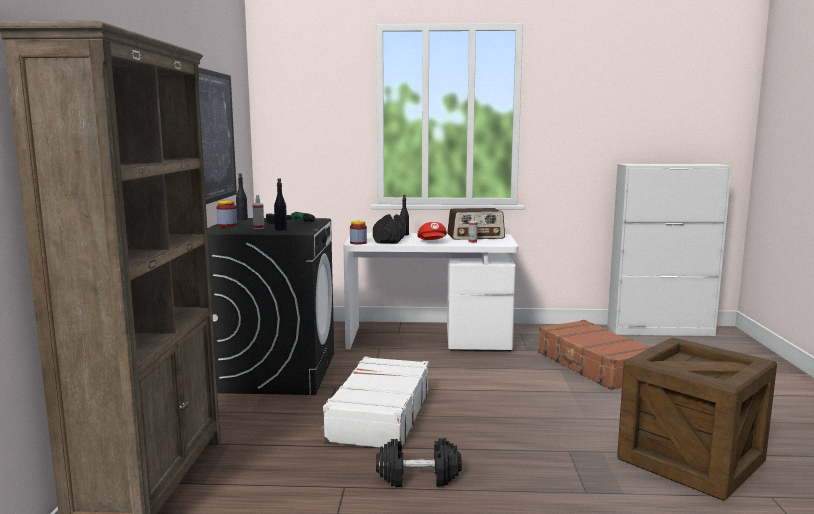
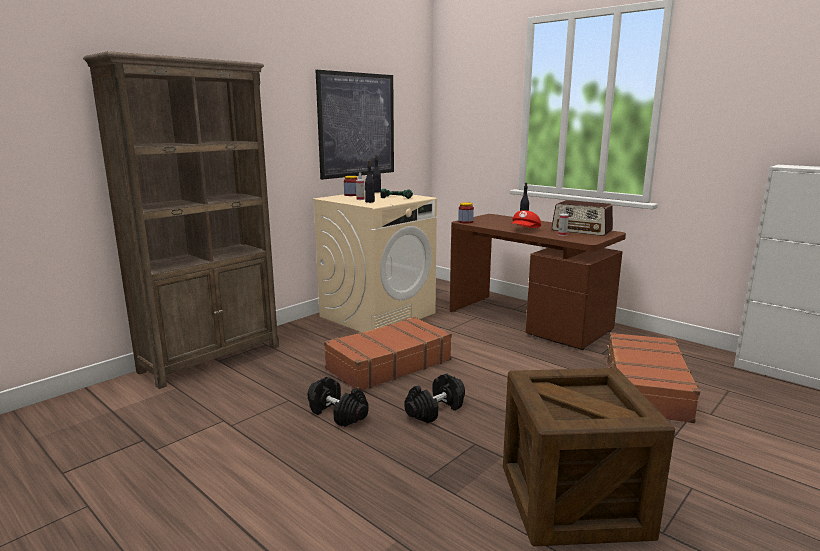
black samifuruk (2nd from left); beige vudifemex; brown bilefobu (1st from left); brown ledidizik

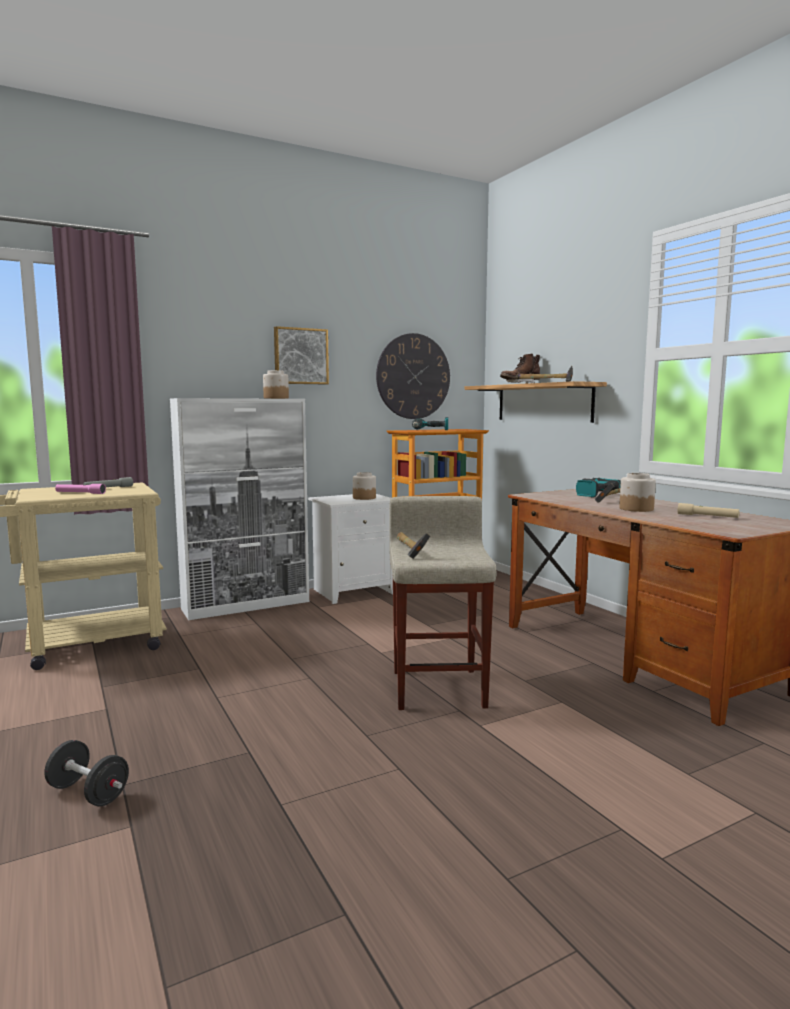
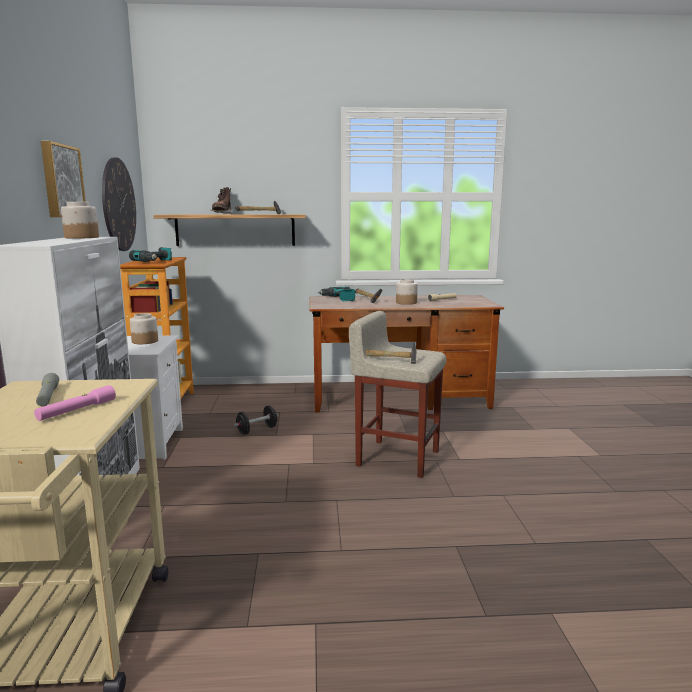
black samifuruk

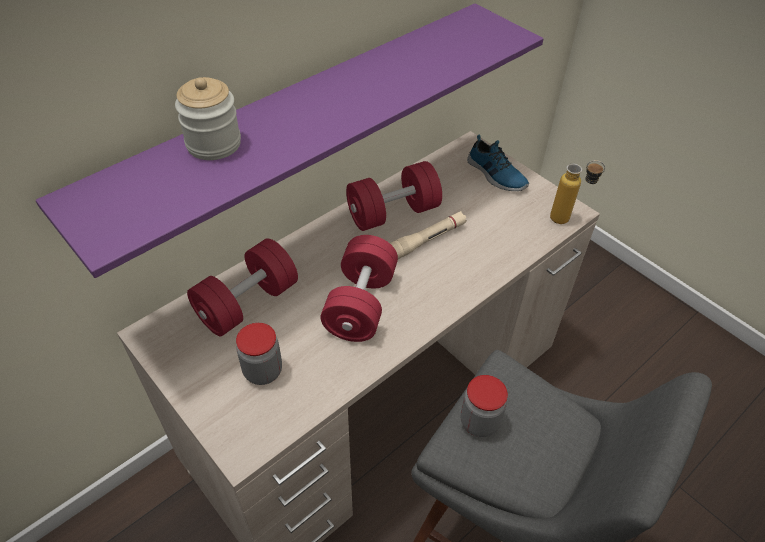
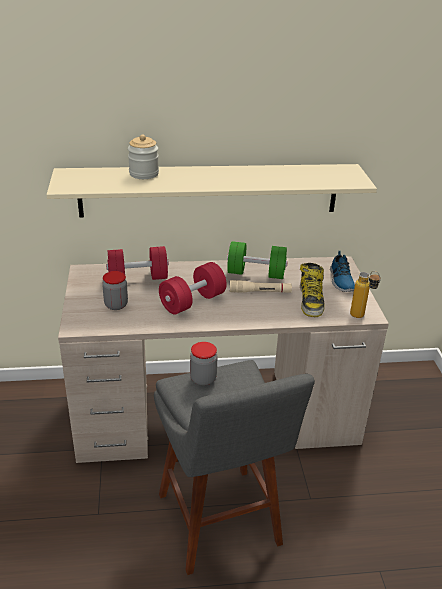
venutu; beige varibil; green samifuruk

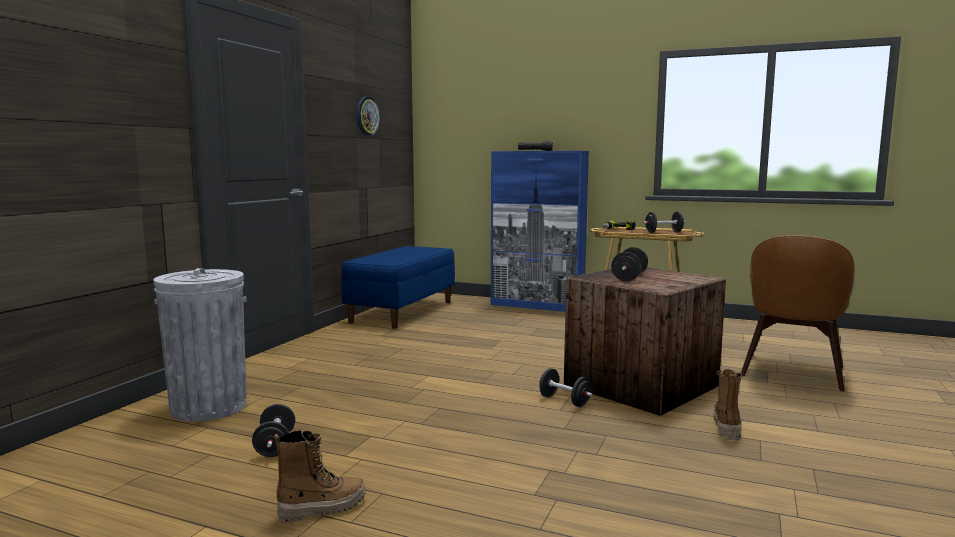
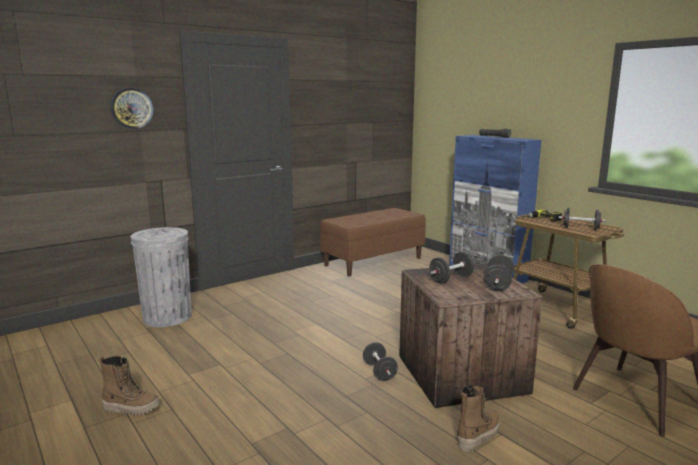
black samifuruk (3rd from left); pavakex; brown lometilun

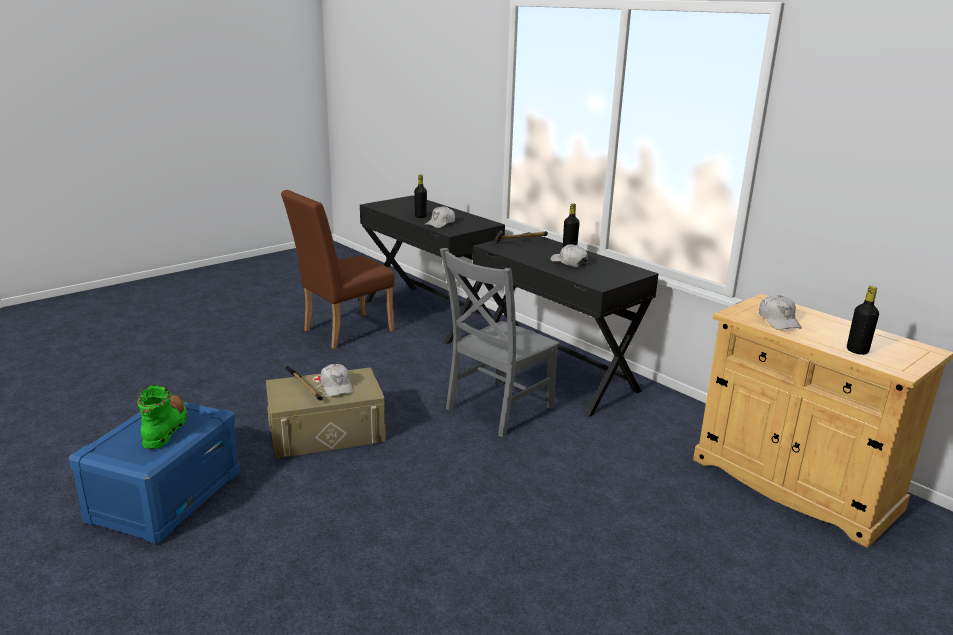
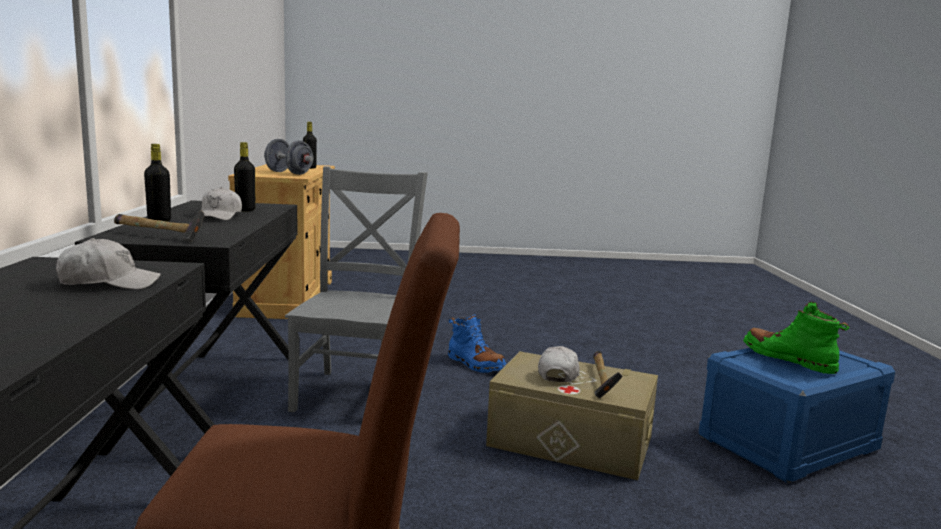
blue venutu; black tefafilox (2nd from left); grey samifuruk; green venutu; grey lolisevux

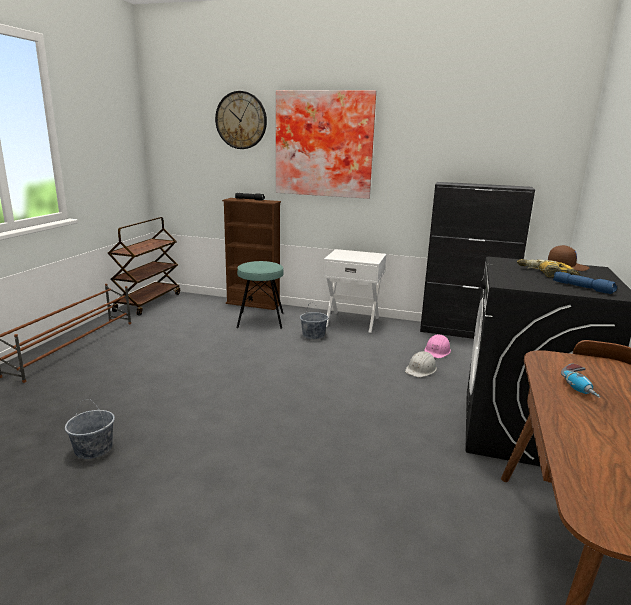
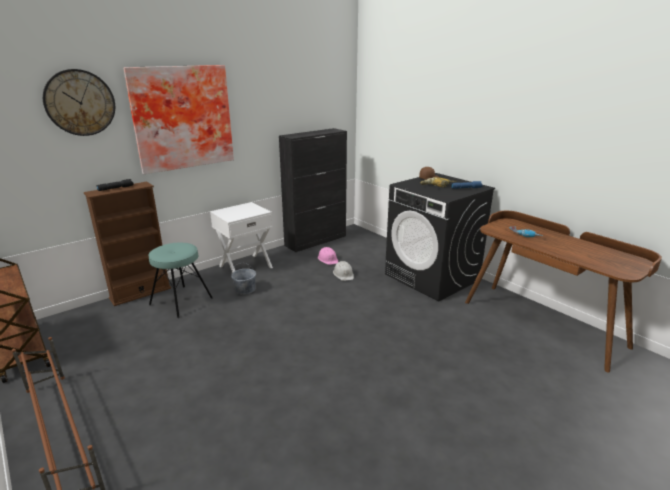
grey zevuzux (1st from left in the first image)

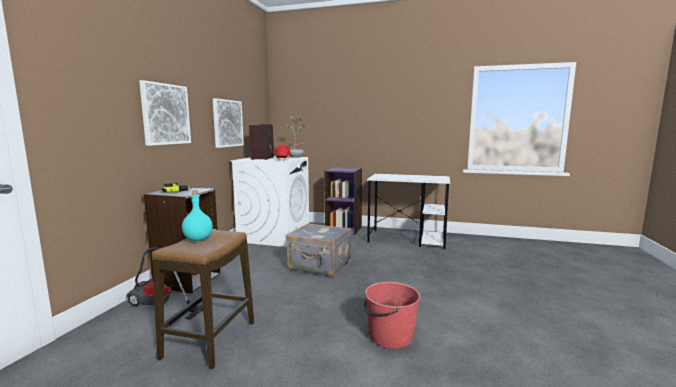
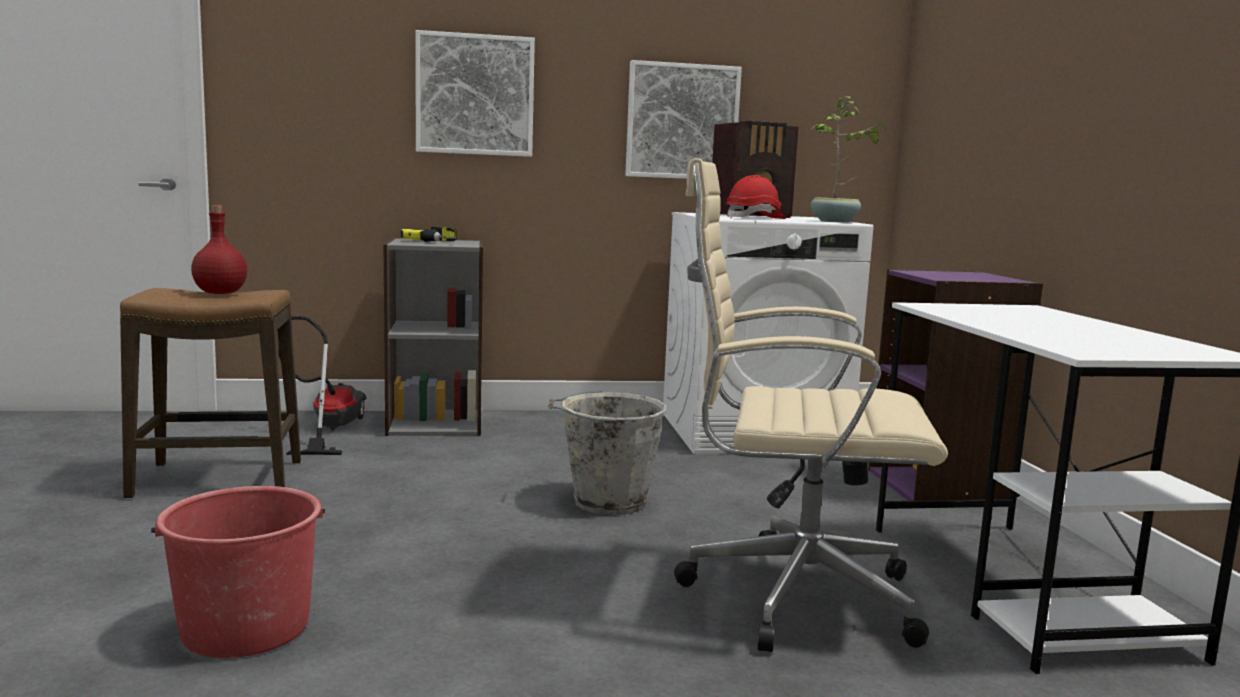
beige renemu; grey zevuzux; red tefafilox

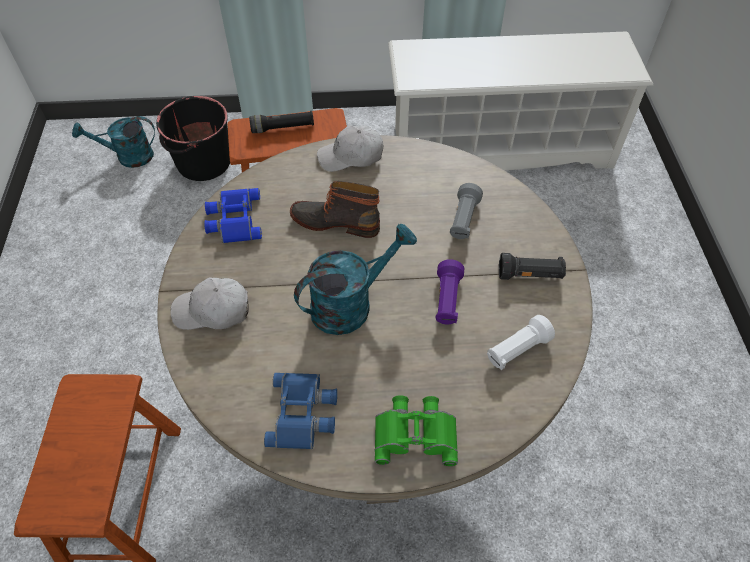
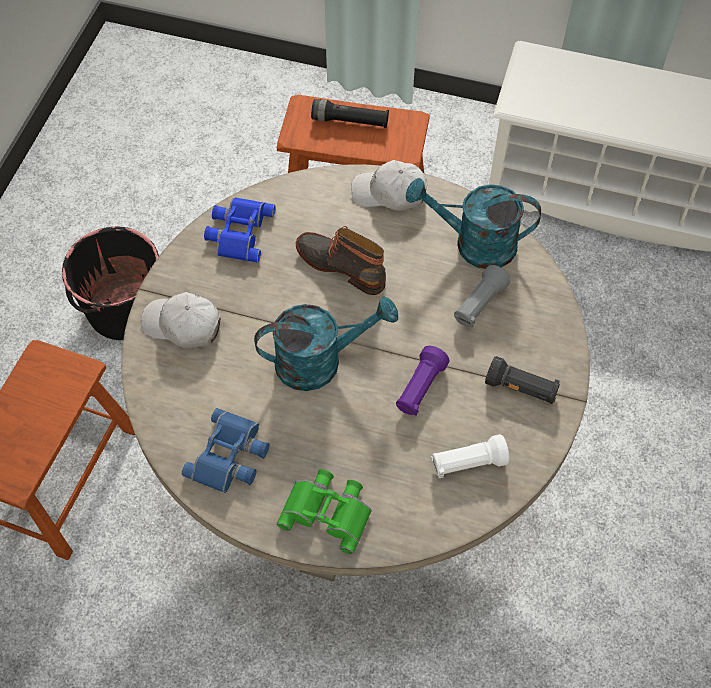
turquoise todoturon (2nd from left); black zevuzux

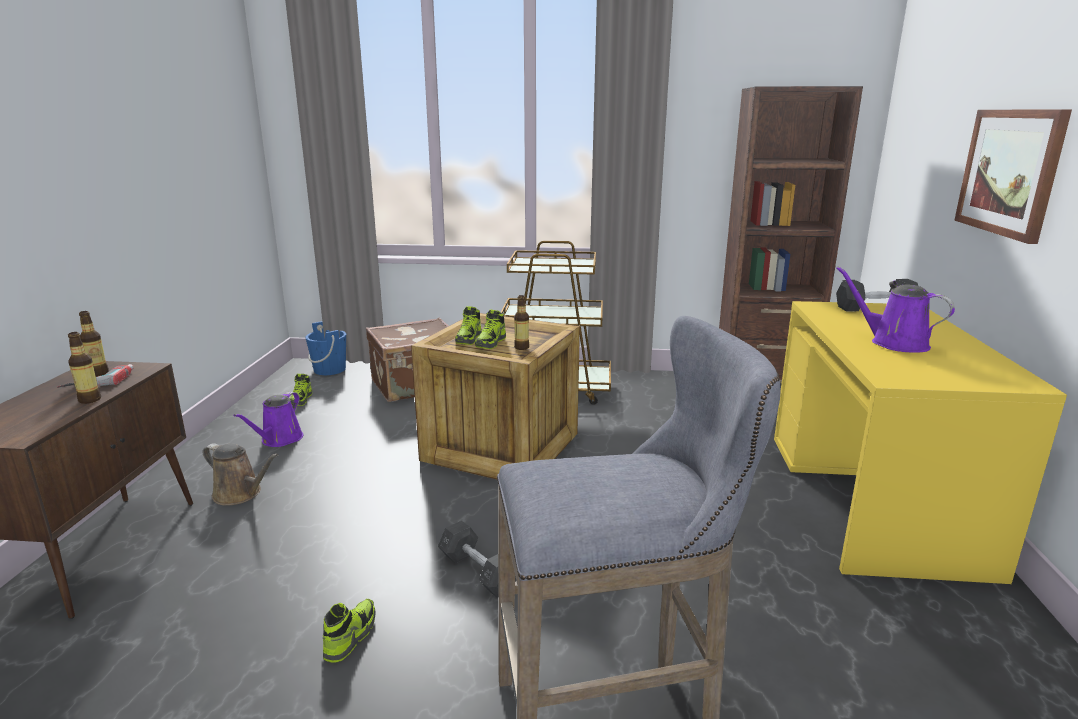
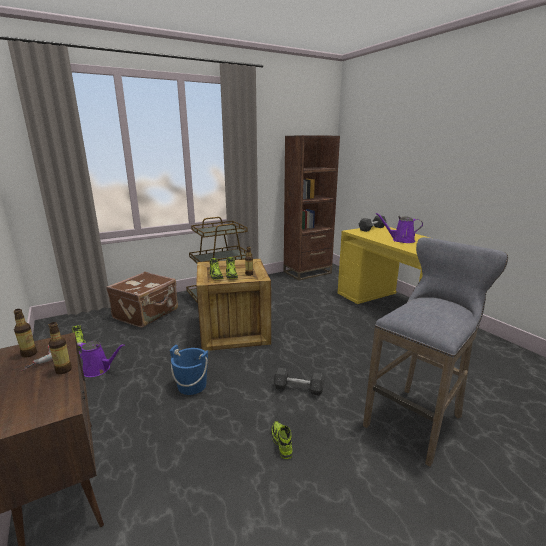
brown todoturon; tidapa; blue zevuzux; purple todoturon (1st from left)

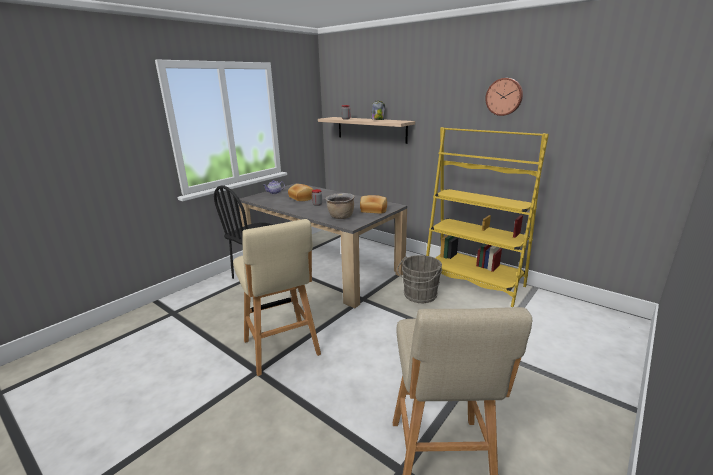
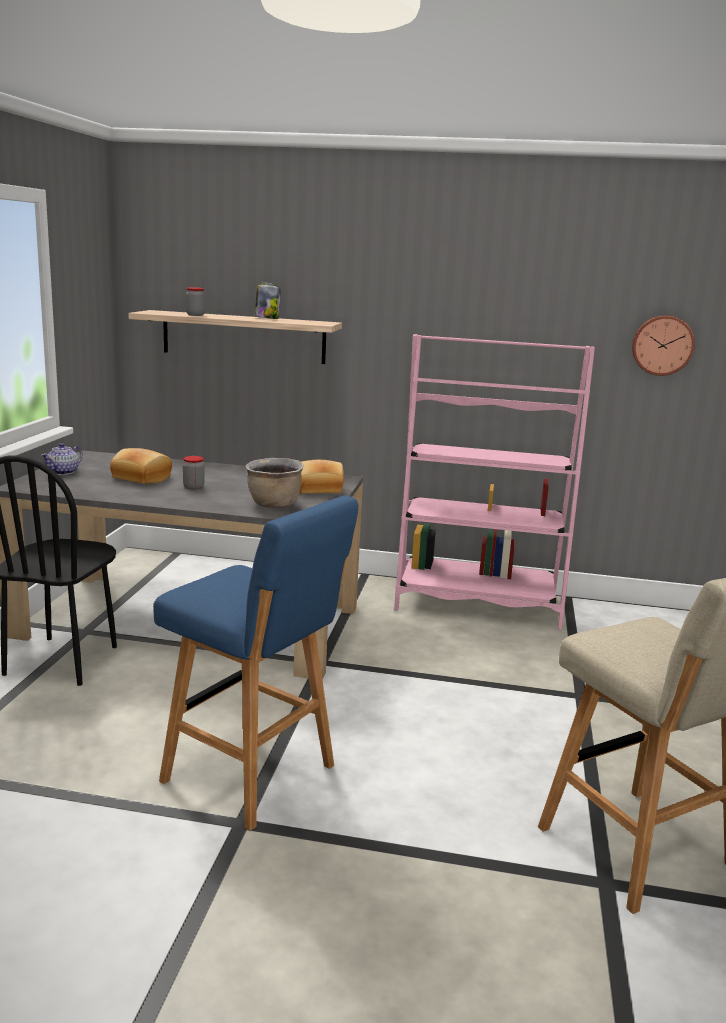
grey zevuzux; pavakex; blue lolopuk; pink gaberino

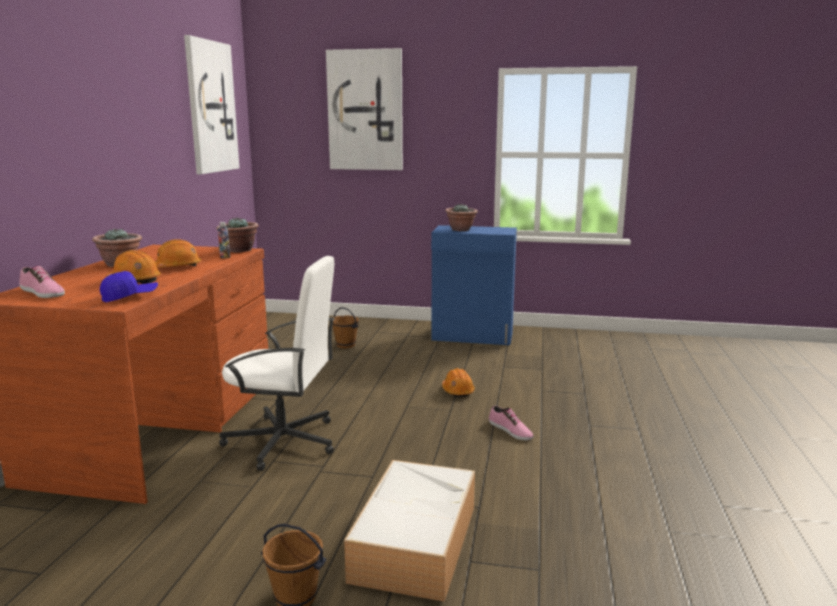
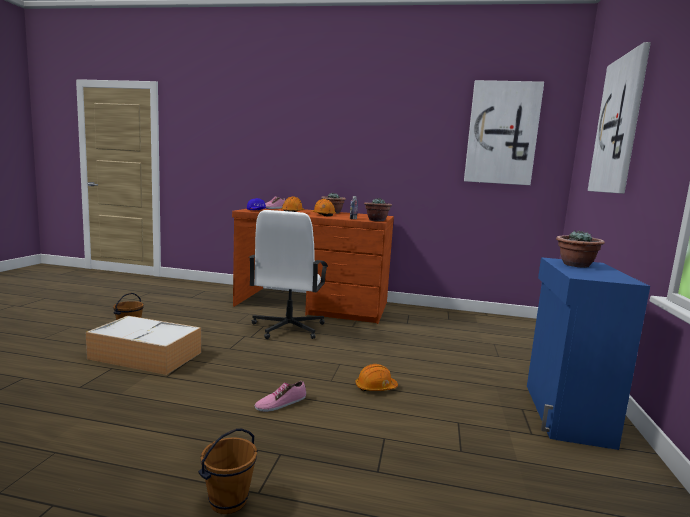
brown zevuzux (2nd from left)

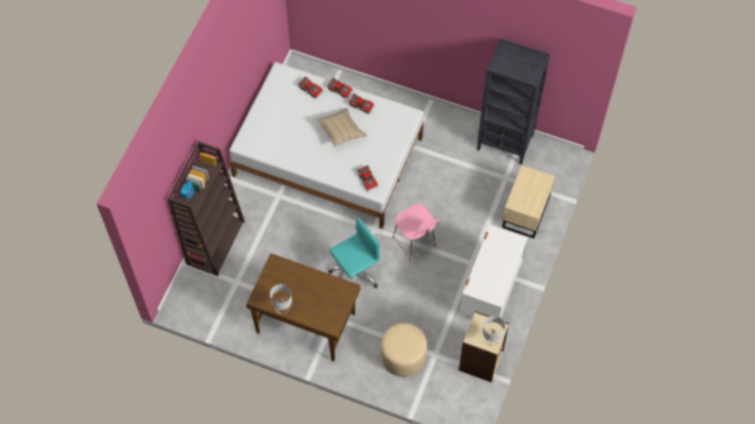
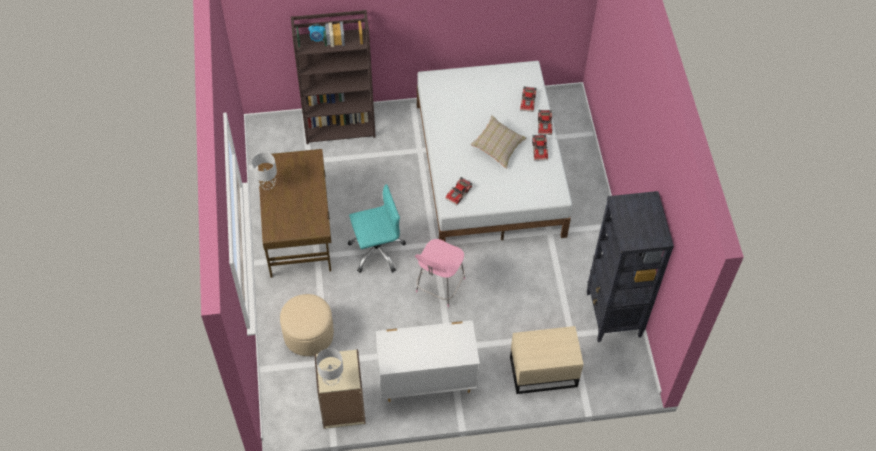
turquoise renemu

